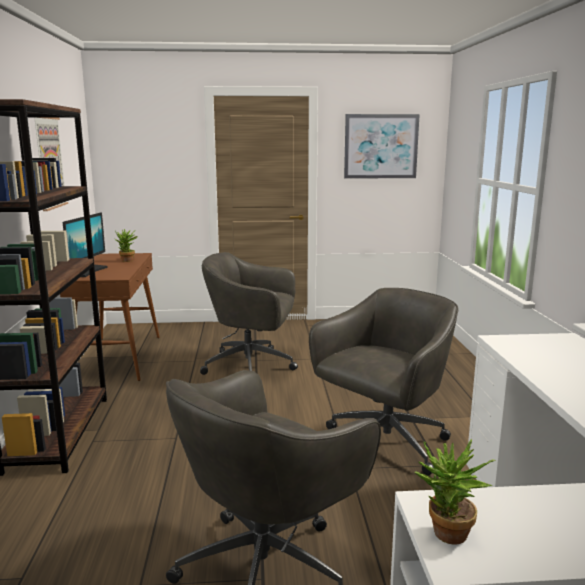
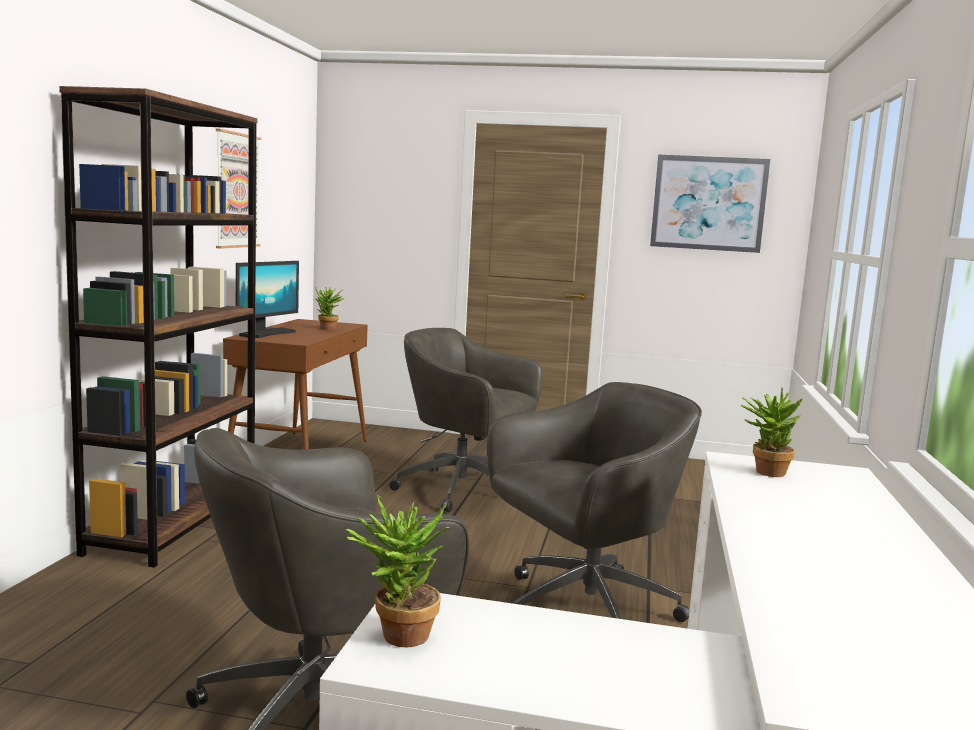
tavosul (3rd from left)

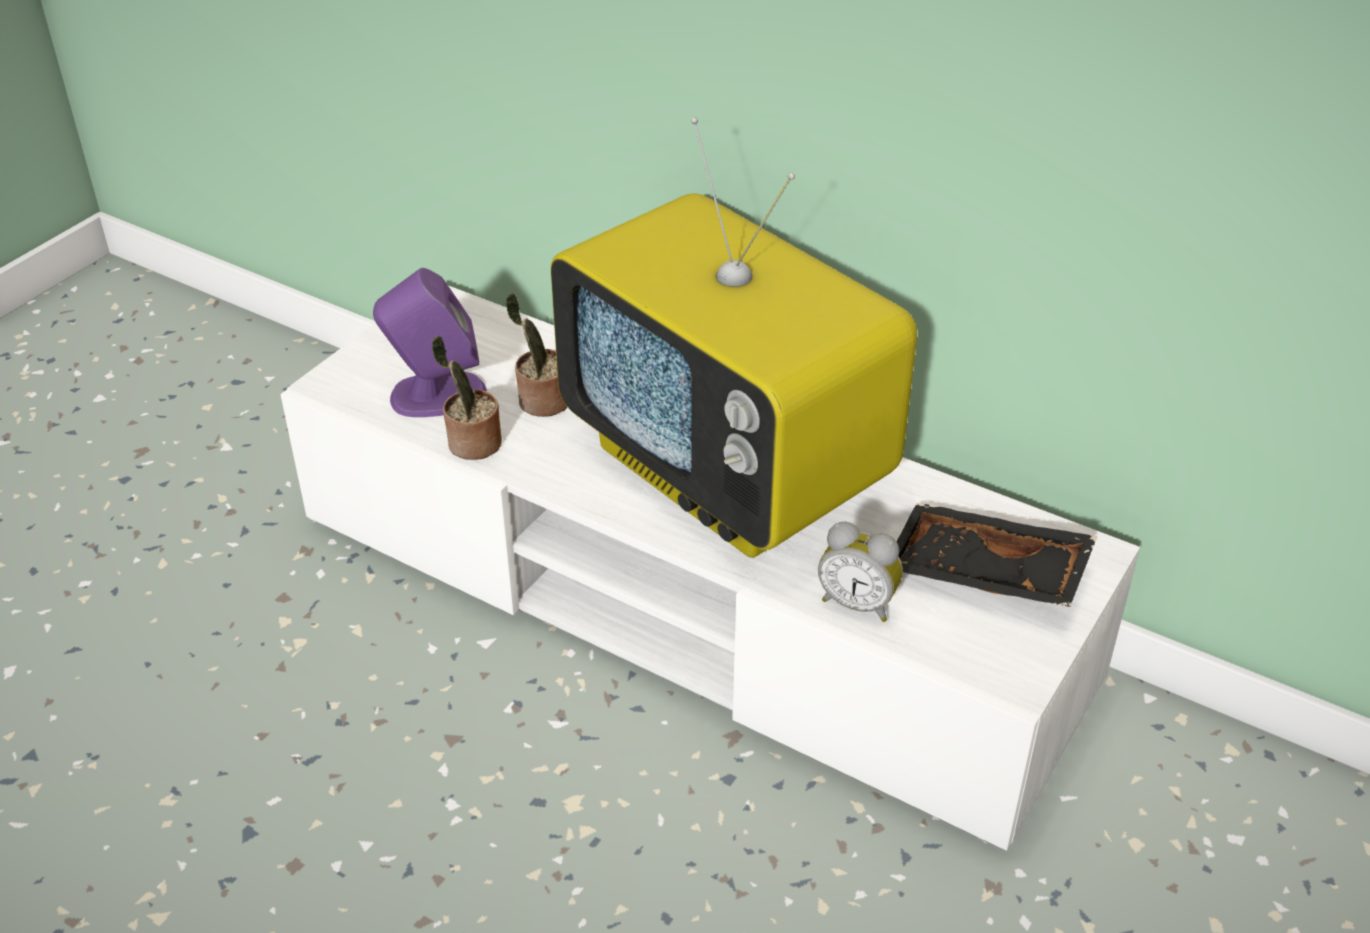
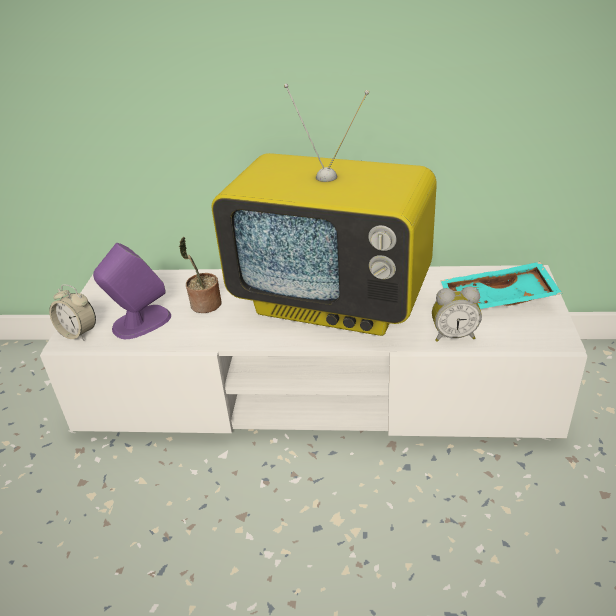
tavosul (1st from left in the first image); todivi (1st from left); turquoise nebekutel

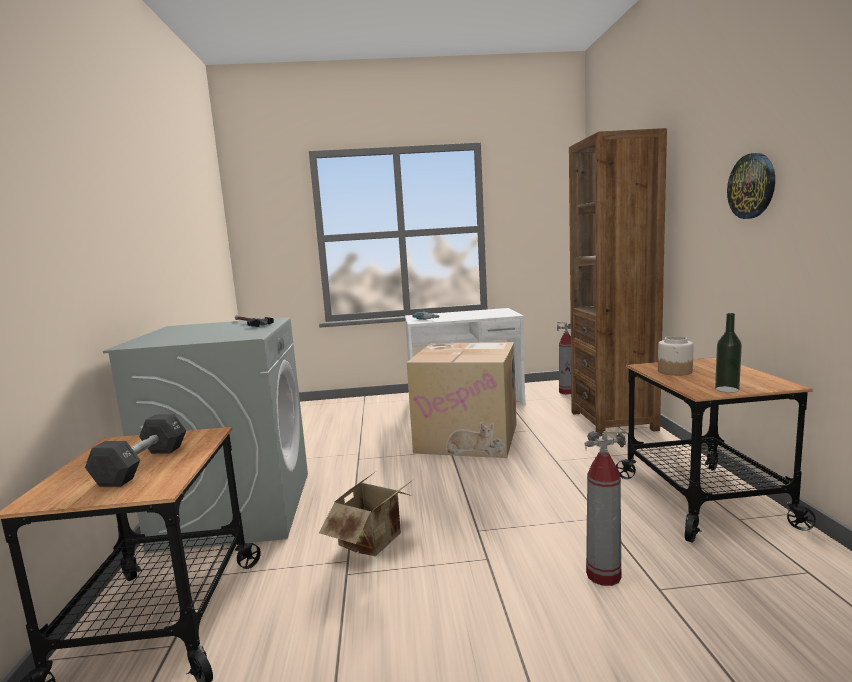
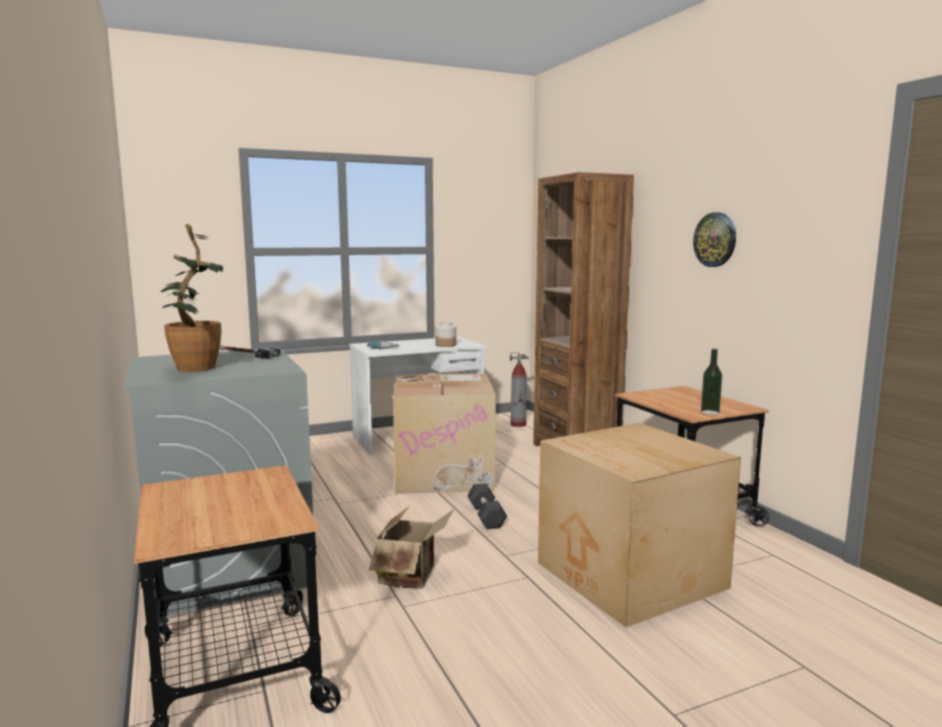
tavosul; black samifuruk; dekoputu; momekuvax (3rd from left)

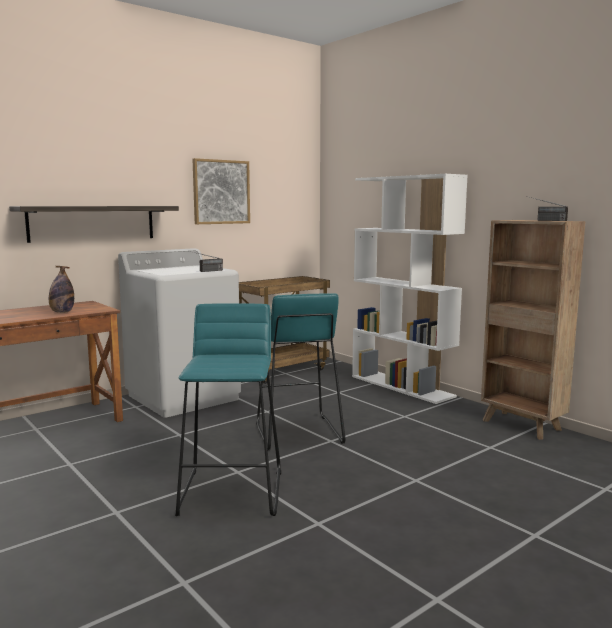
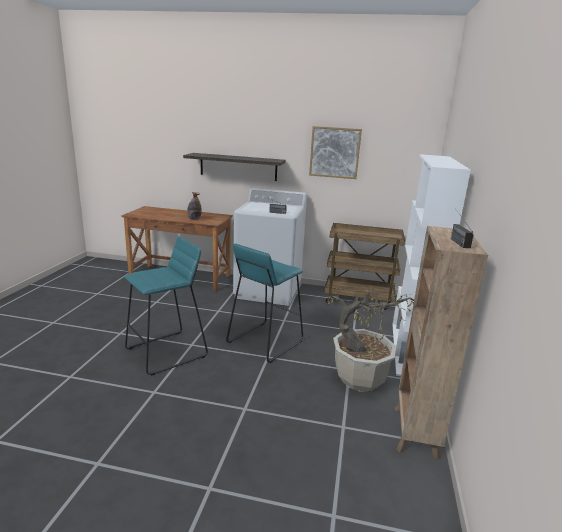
tavosul

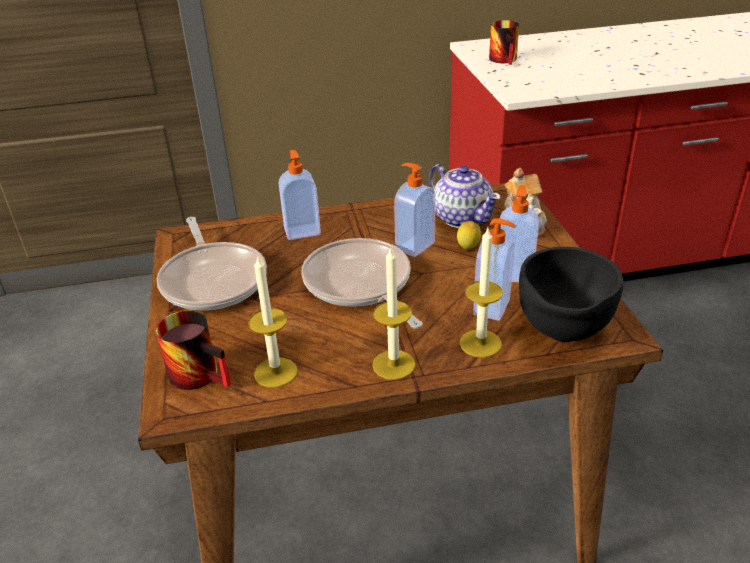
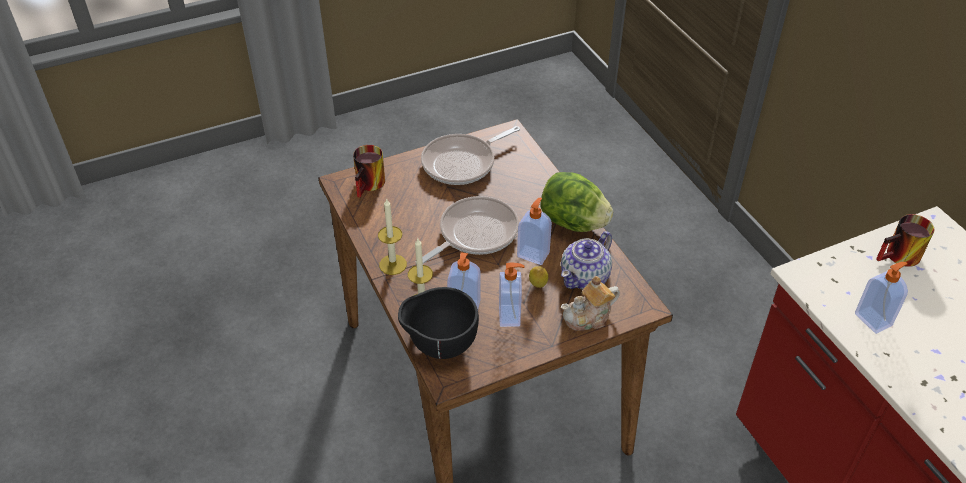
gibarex (1st from left in the first image); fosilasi; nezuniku (4th from left)

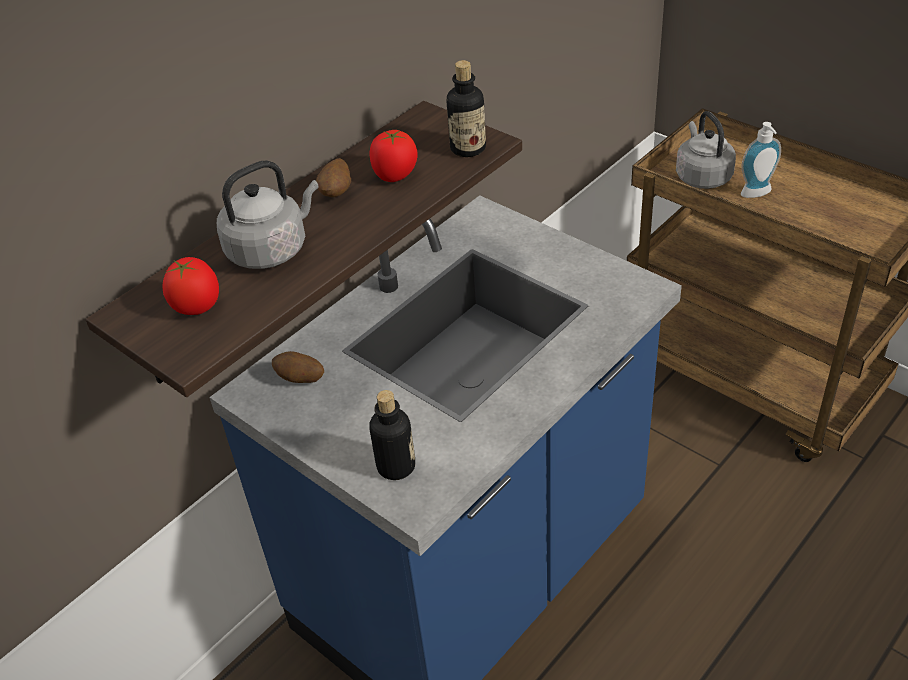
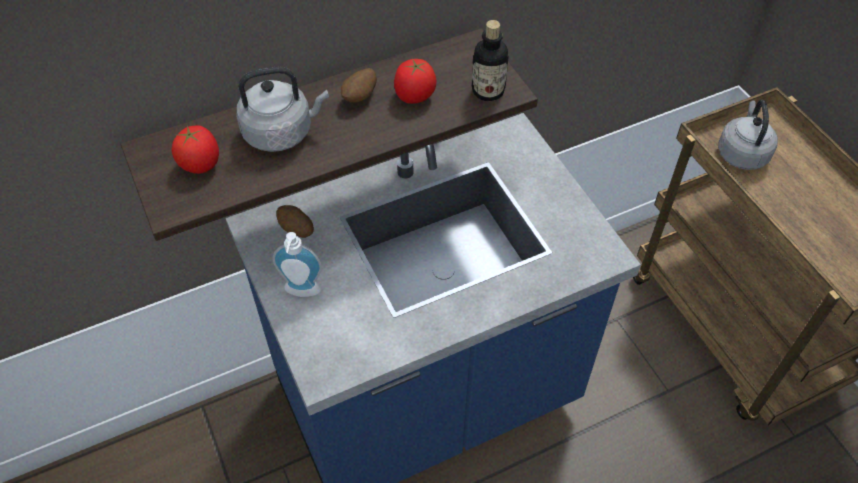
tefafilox (1st from left in the first image); nezuniku

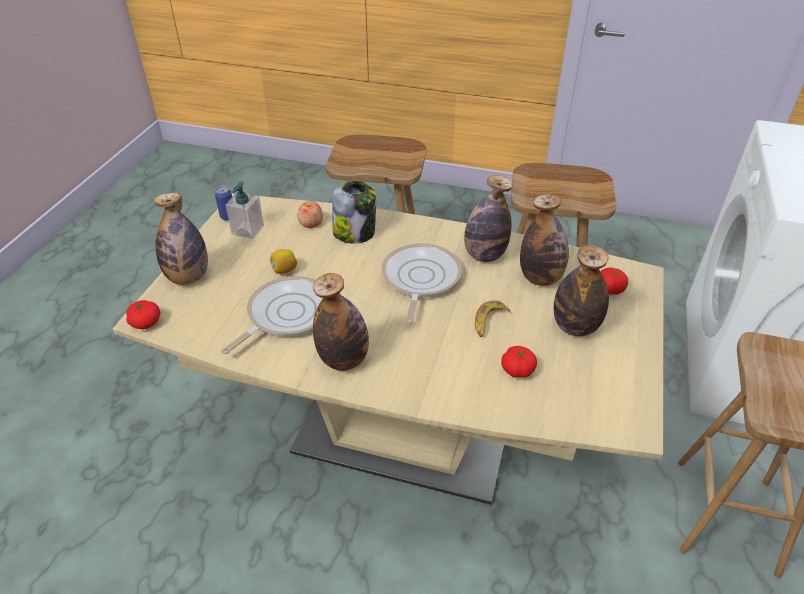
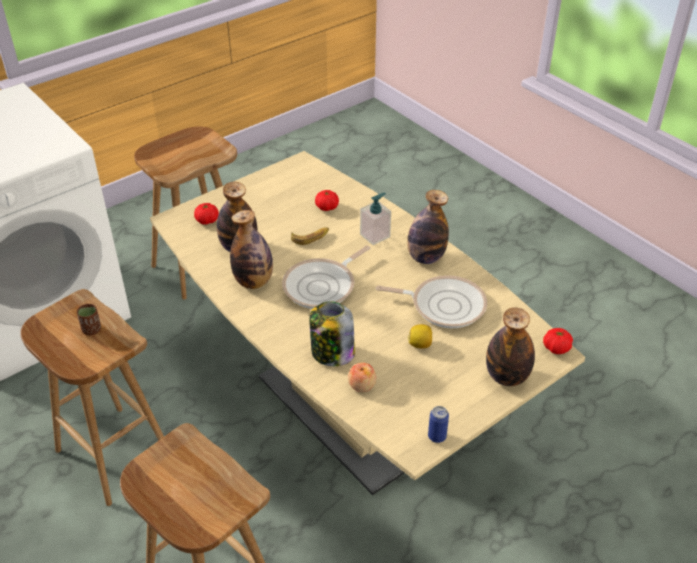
tefafilox (5th from left in the first image); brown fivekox; nezuniku; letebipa (2nd from left)

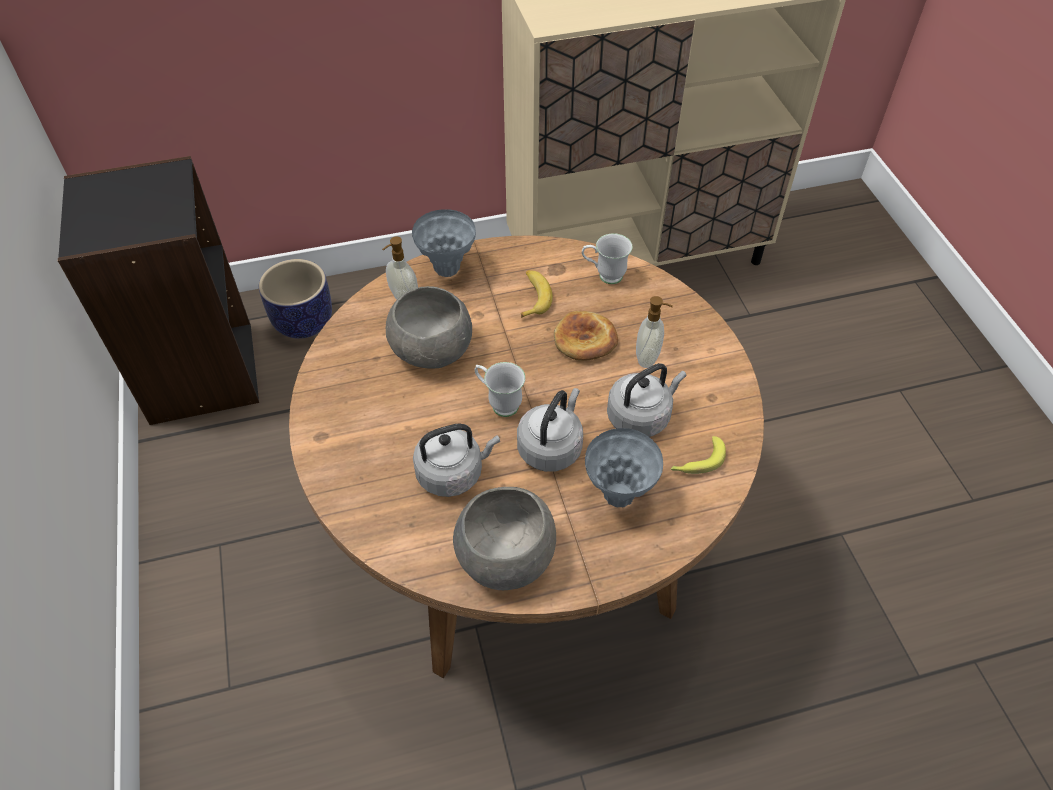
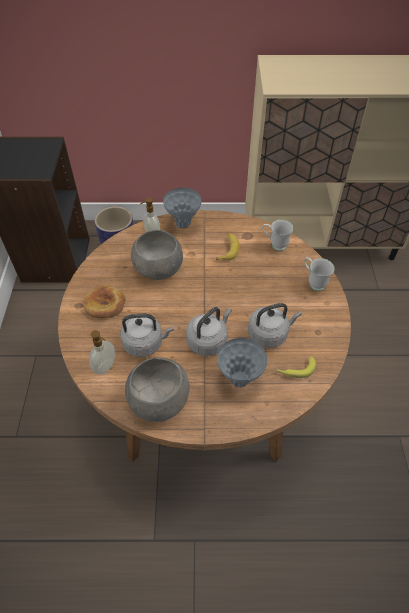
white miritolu (2nd from left); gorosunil; nezuniku (1st from left)

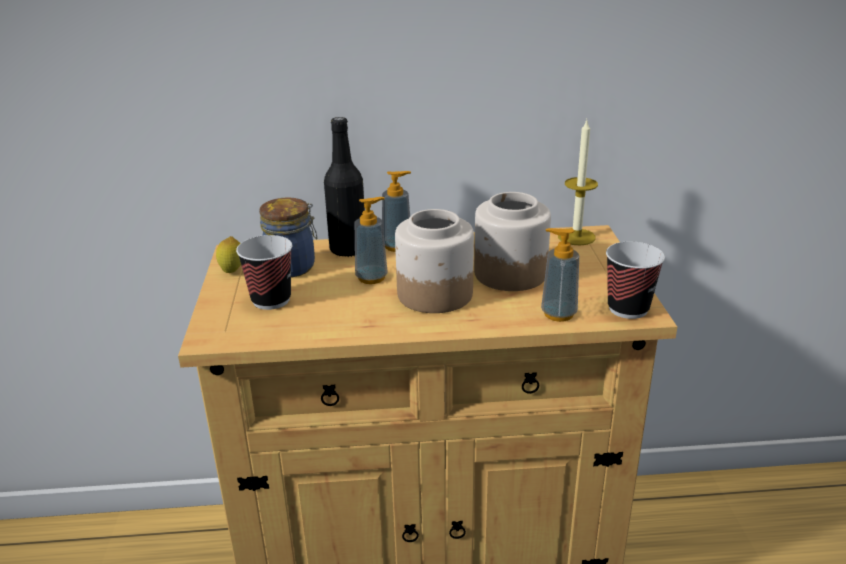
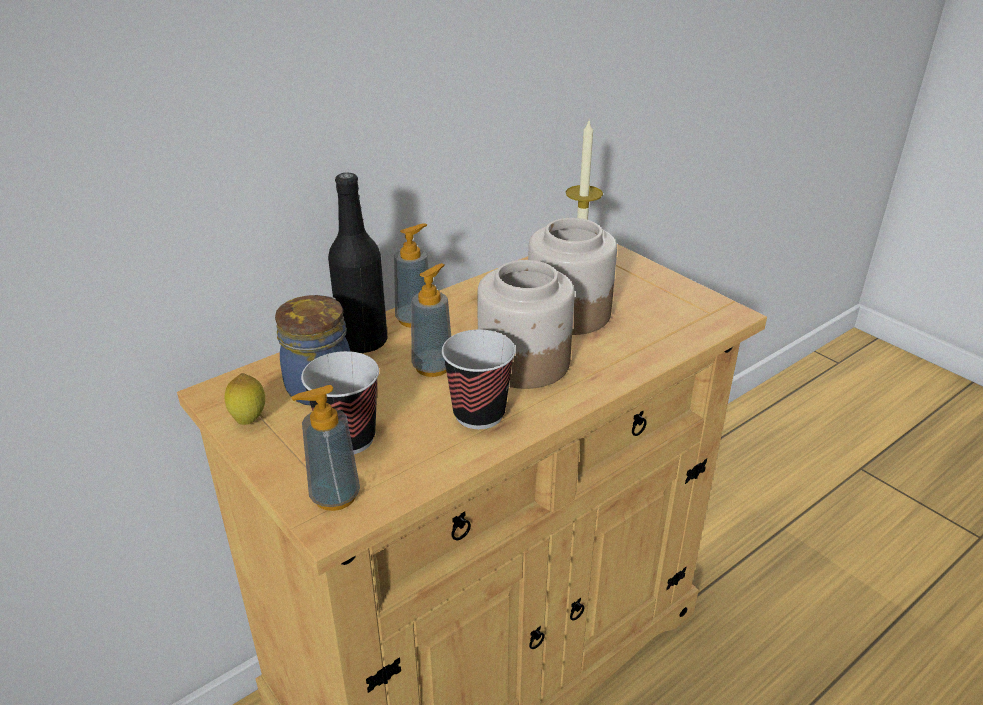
nezuniku (1st from left); fivekox (2nd from left)

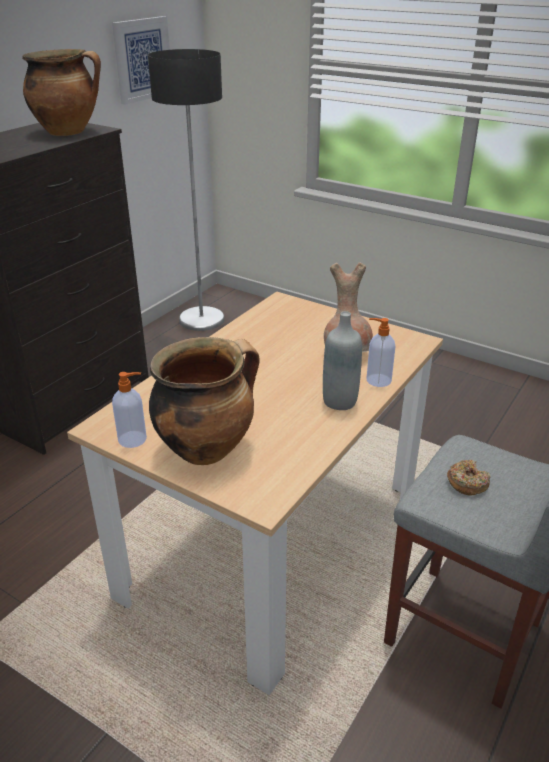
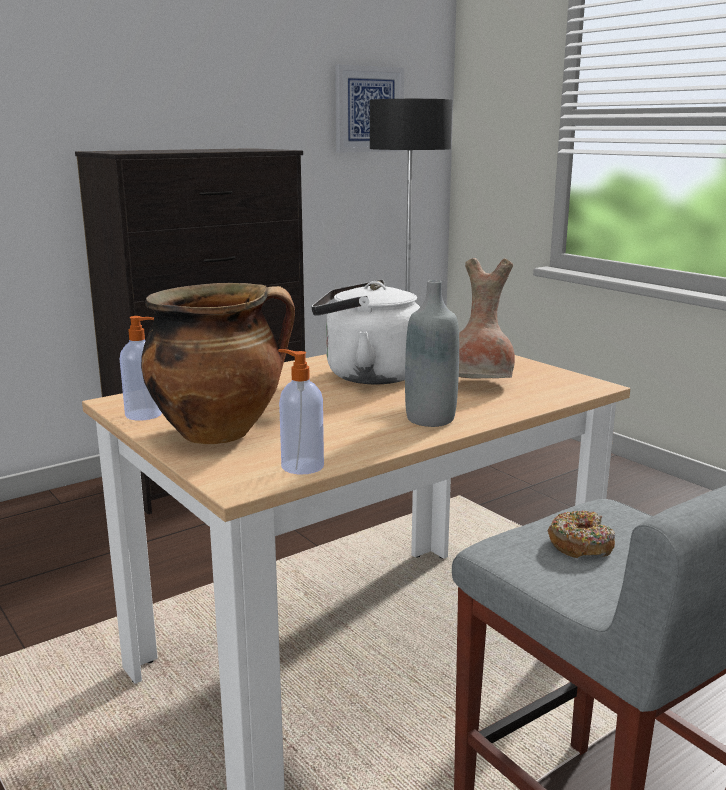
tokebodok (1st from left in the first image); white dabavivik; nezuniku (2nd from left)

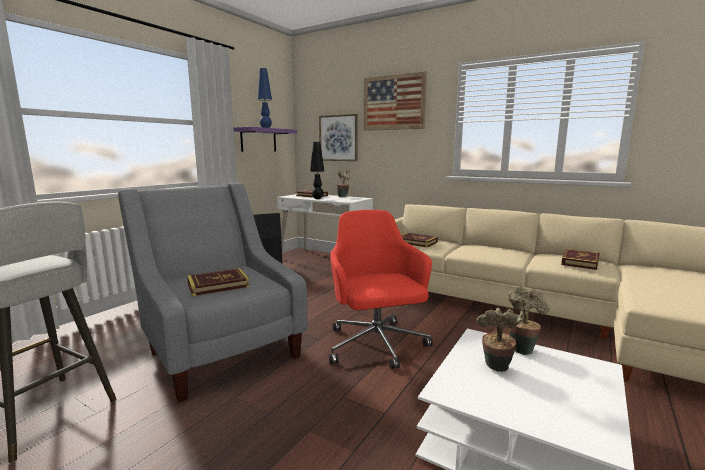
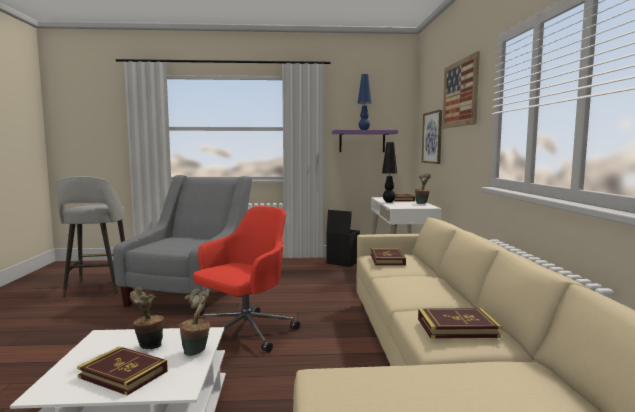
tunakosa (1st from left)

